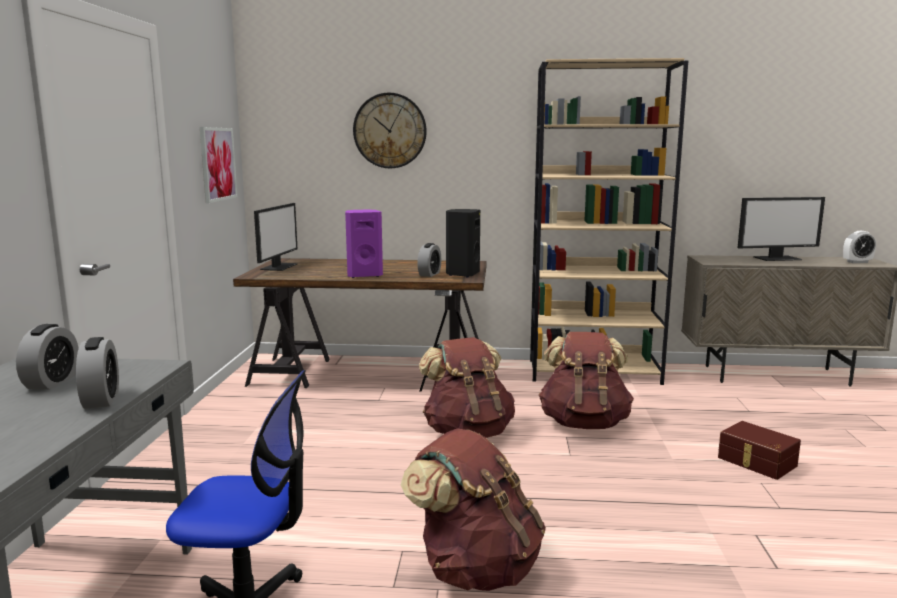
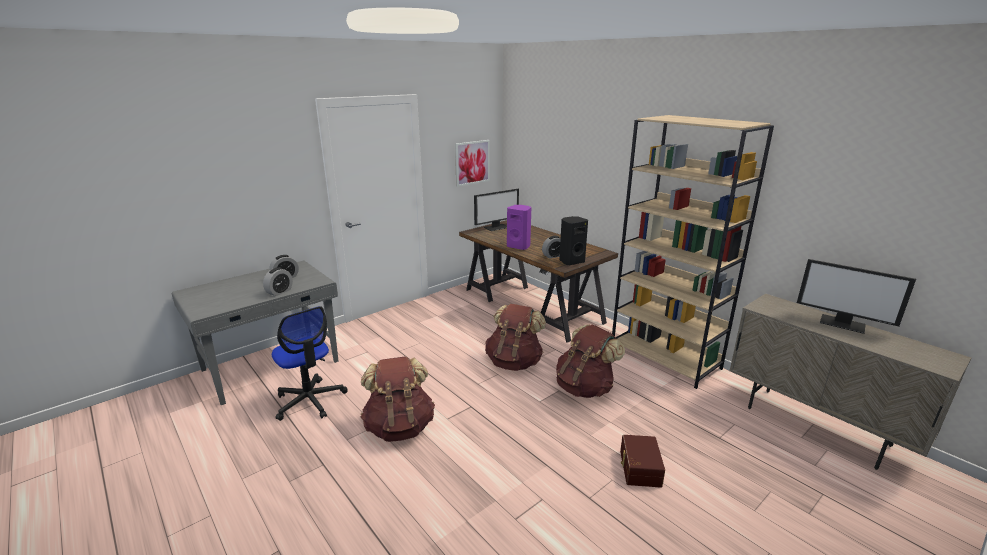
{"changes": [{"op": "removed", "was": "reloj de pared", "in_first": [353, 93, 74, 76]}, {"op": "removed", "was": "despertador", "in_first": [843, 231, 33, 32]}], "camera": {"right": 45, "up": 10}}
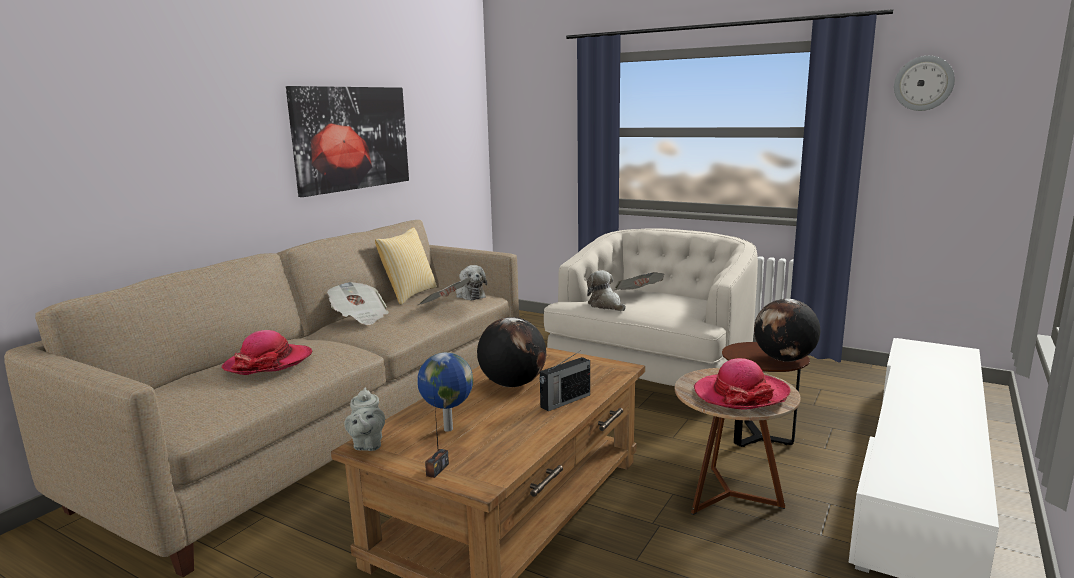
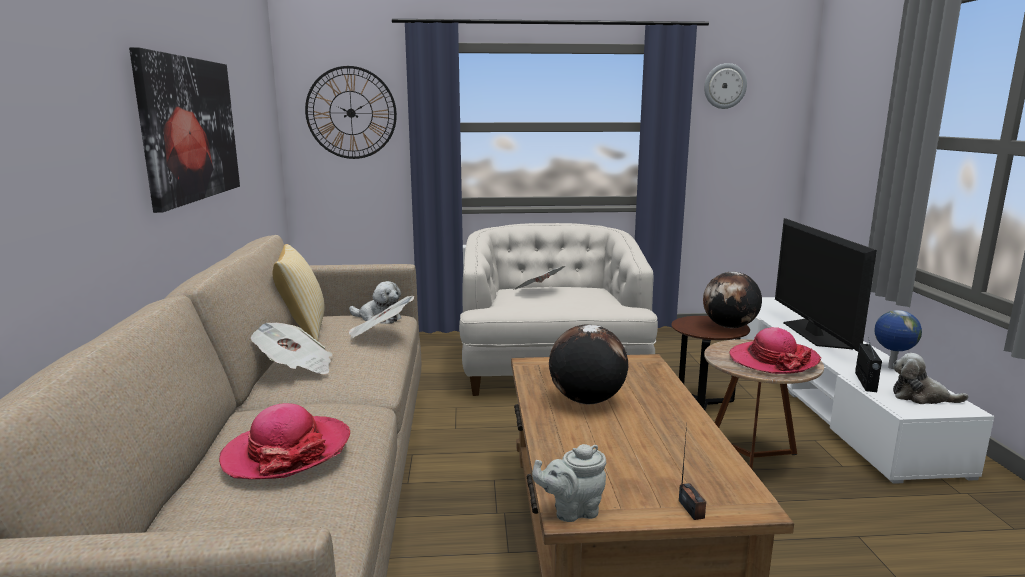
{"changes": [{"op": "moved", "was": "peluche", "in_first": [587, 270, 39, 41], "in_second": [893, 353, 76, 51]}, {"op": "moved", "was": "radio", "in_first": [539, 350, 51, 61], "in_second": [855, 338, 27, 54]}, {"op": "moved", "was": "globo terráqueo", "in_first": [417, 352, 56, 80], "in_second": [875, 310, 47, 59]}, {"op": "turned", "was": "tetera (gris)", "in_first": [344, 387, 41, 64], "in_second": [532, 444, 74, 78], "clockwise": 120}, {"op": "added", "now": "reloj de pared", "in_second": [305, 66, 92, 93]}, {"op": "added", "now": "televisor", "in_second": [775, 218, 102, 134]}], "camera": {"right": -35, "up": 0}}
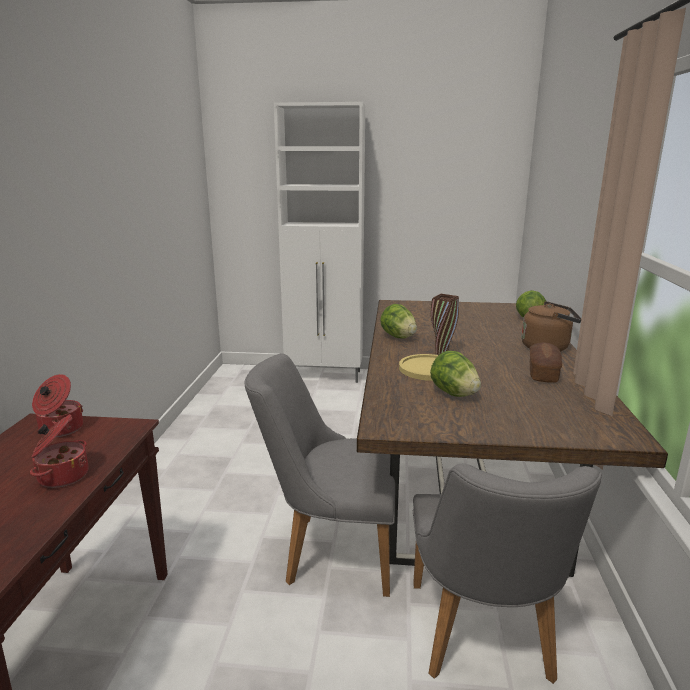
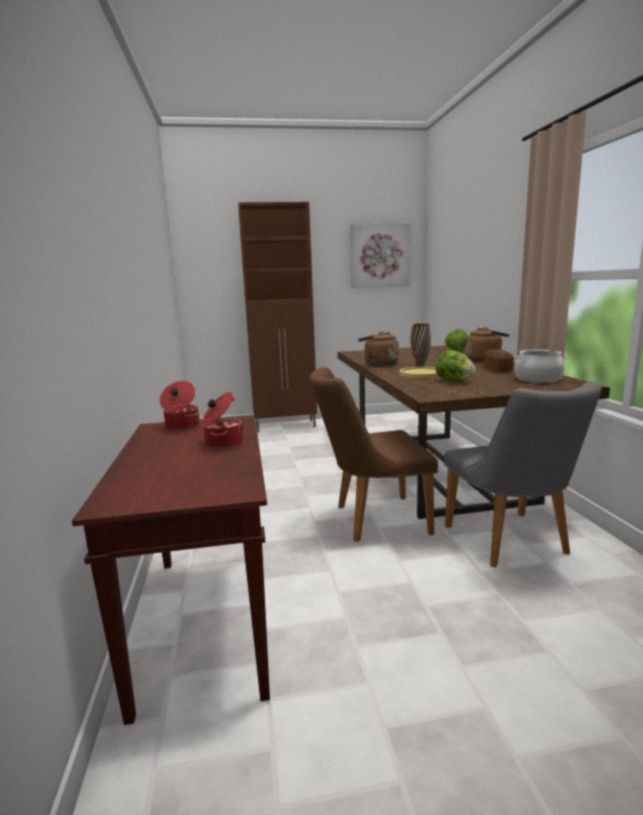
{"changes": [{"op": "recoloured", "was": "armario (blanco)", "now": "armario (marrón)", "in_first": [274, 102, 91, 281], "in_second": [238, 202, 79, 230]}, {"op": "replaced", "was": "lechuga", "now": "hervidor (marrón)", "in_first": [380, 304, 37, 34], "in_second": [358, 332, 41, 34]}, {"op": "recoloured", "was": "silla (gris)", "now": "silla (marrón)", "in_first": [244, 353, 151, 244], "in_second": [310, 367, 128, 175]}, {"op": "added", "now": "cuadro", "in_second": [350, 223, 60, 65]}, {"op": "added", "now": "olla", "in_second": [514, 349, 53, 34]}], "camera": {"right": -15, "up": -5}}
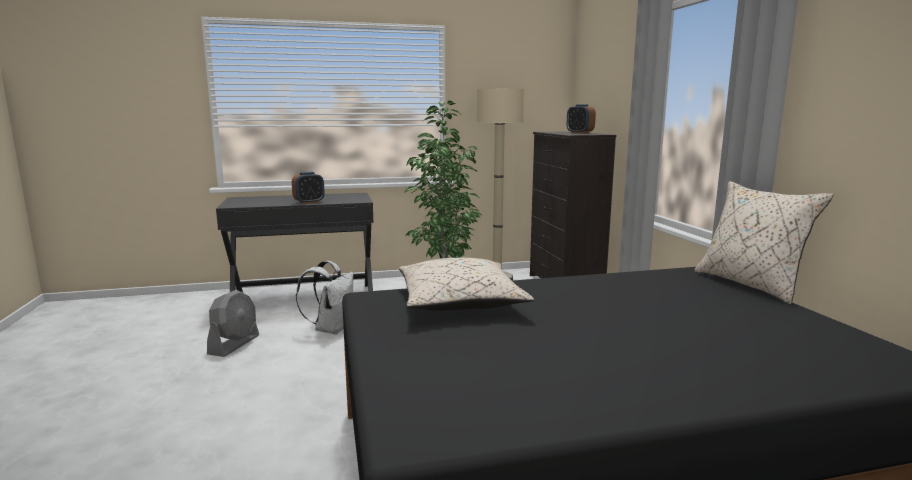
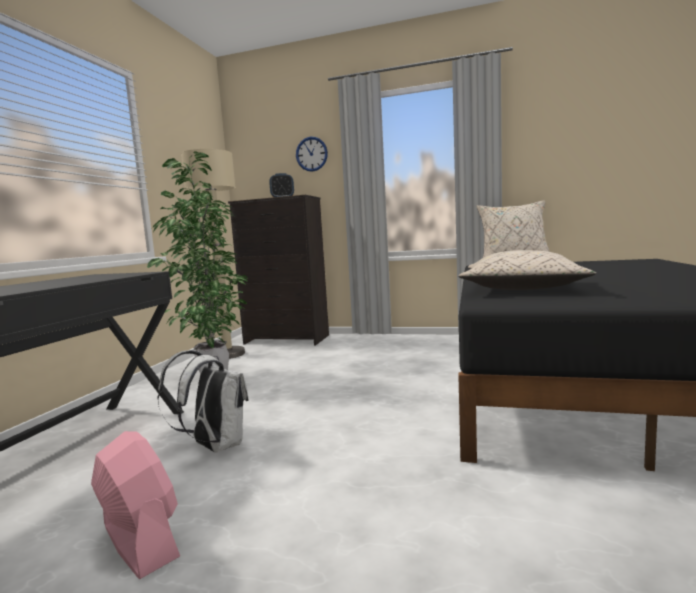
{"changes": [{"op": "removed", "was": "despertador", "in_first": [292, 172, 33, 32]}, {"op": "recoloured", "was": "ventilador (gris)", "now": "ventilador (rosa)", "in_first": [207, 290, 52, 67], "in_second": [91, 431, 89, 148]}, {"op": "added", "now": "reloj de pared", "in_second": [296, 137, 32, 35]}], "camera": {"right": -60, "up": -5}}
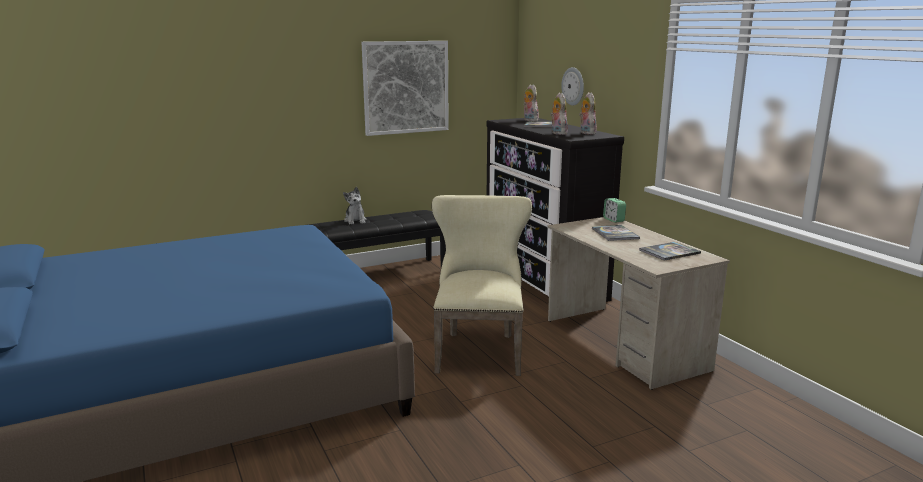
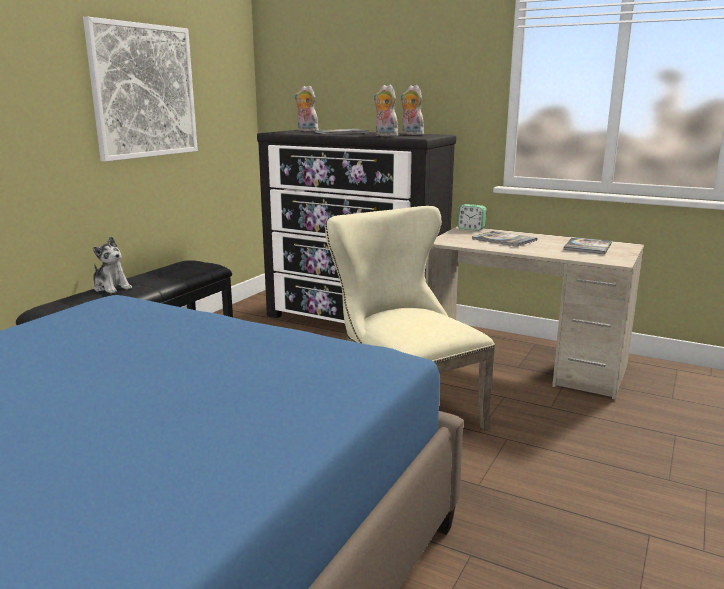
{"changes": [{"op": "removed", "was": "reloj de pared", "in_first": [561, 67, 23, 39]}], "camera": {"right": -35, "up": 0}}
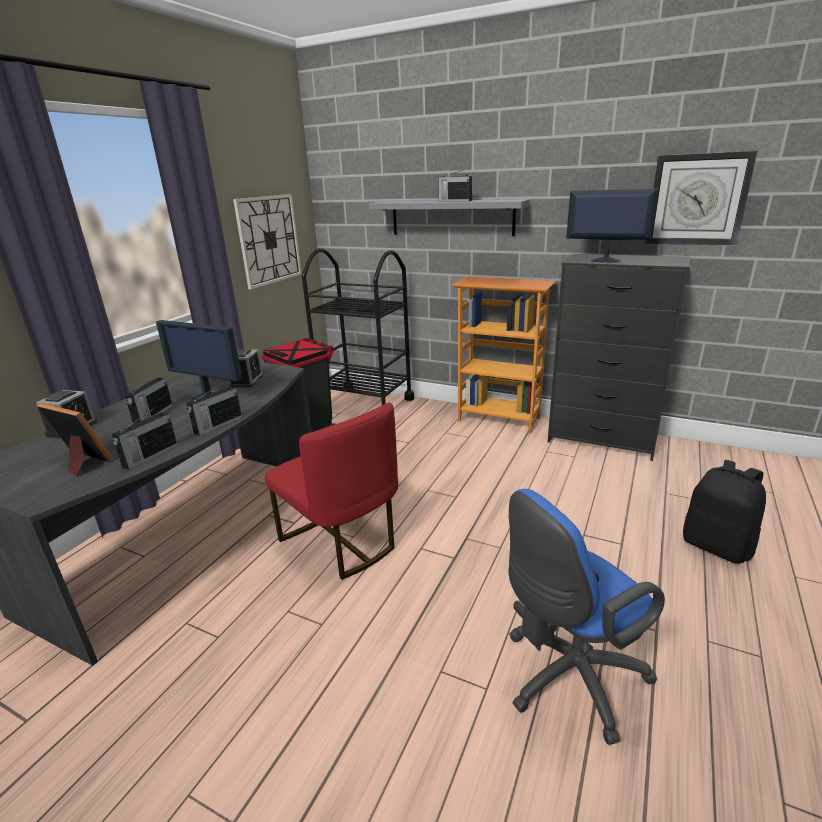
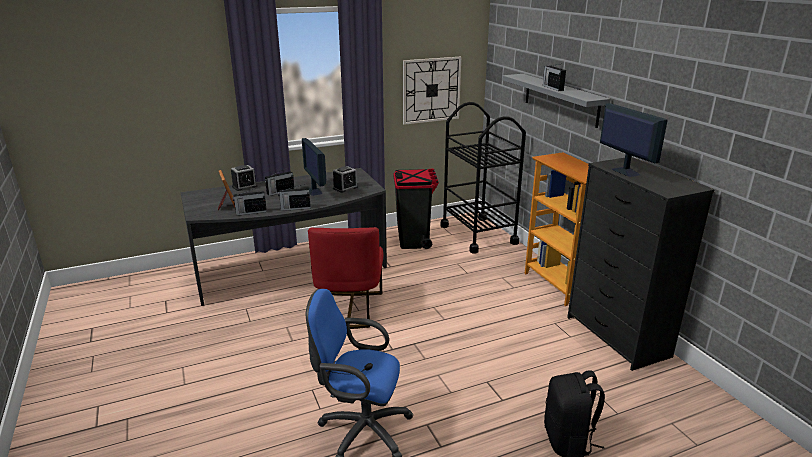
{"changes": [{"op": "removed", "was": "reloj de pared", "in_first": [645, 151, 112, 94]}], "camera": {"right": 40, "up": 0}}
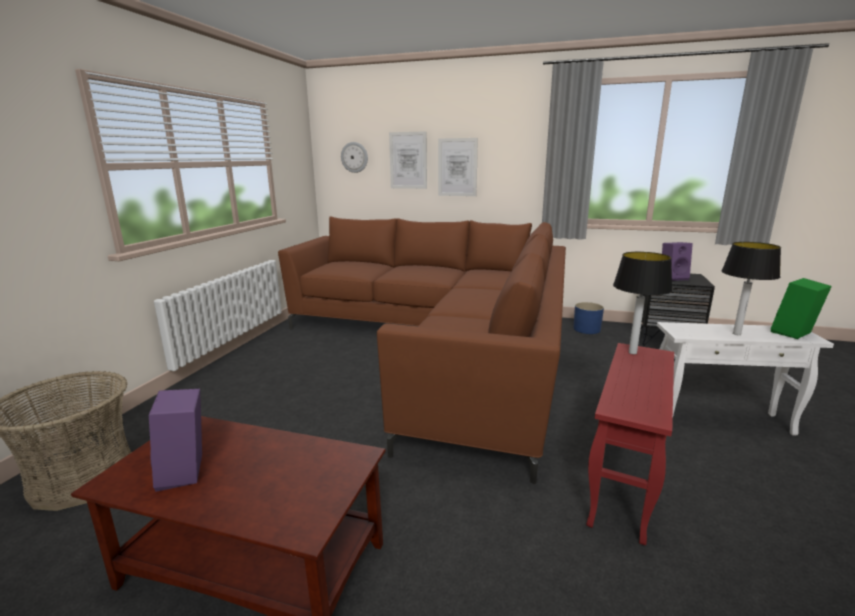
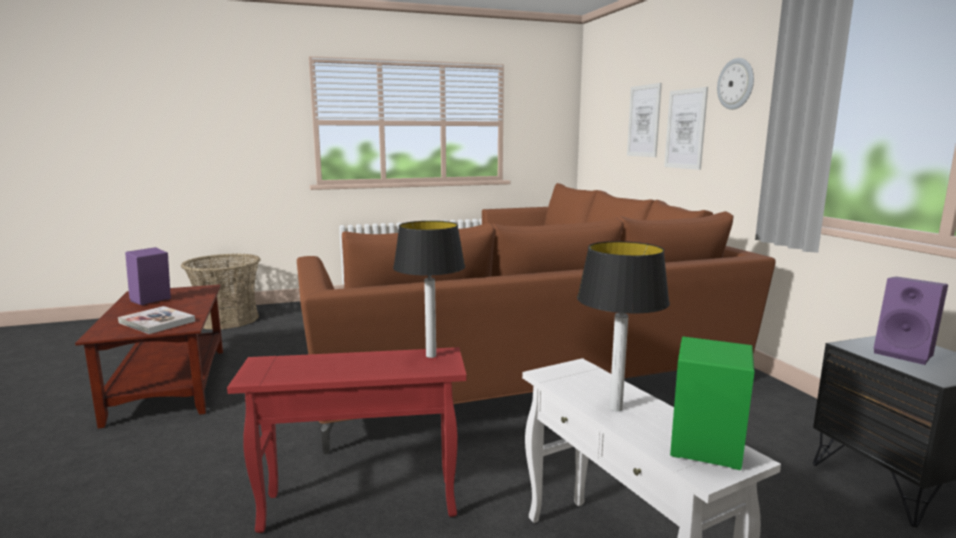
{"changes": [{"op": "moved", "was": "reloj de pared", "in_first": [341, 142, 27, 31], "in_second": [717, 58, 37, 52]}, {"op": "removed", "was": "maceta (azul)", "in_first": [573, 302, 31, 32]}, {"op": "added", "now": "libro", "in_second": [118, 306, 77, 28]}], "camera": {"right": 55, "up": -5}}
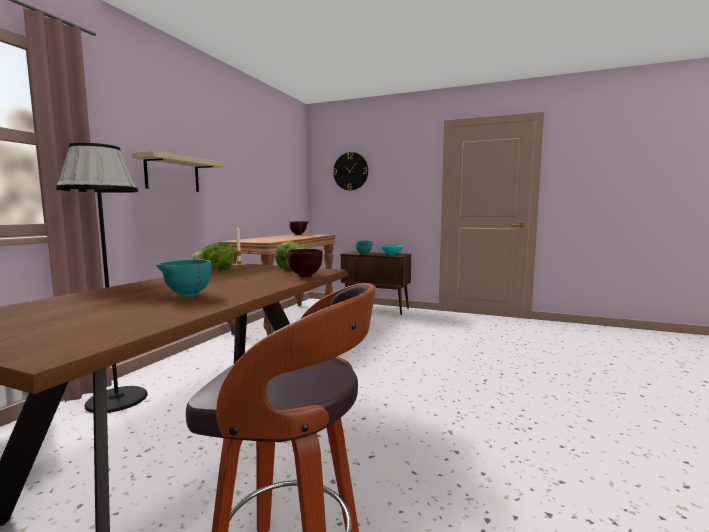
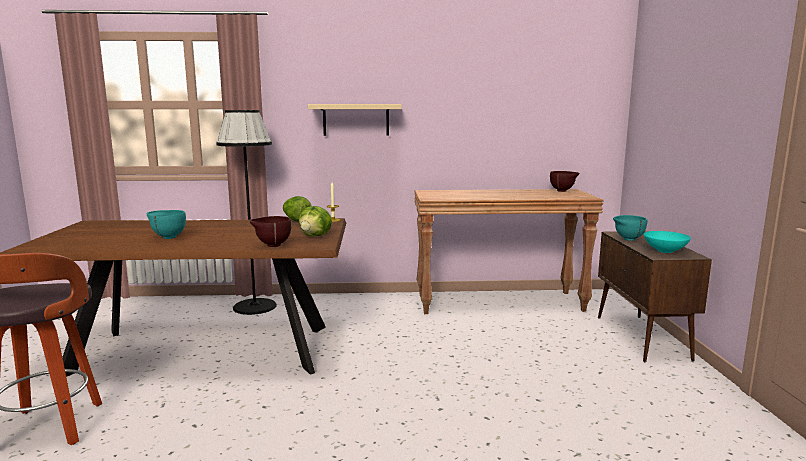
{"changes": [{"op": "removed", "was": "reloj de pared", "in_first": [333, 152, 35, 39]}], "camera": {"right": 65, "up": 5}}
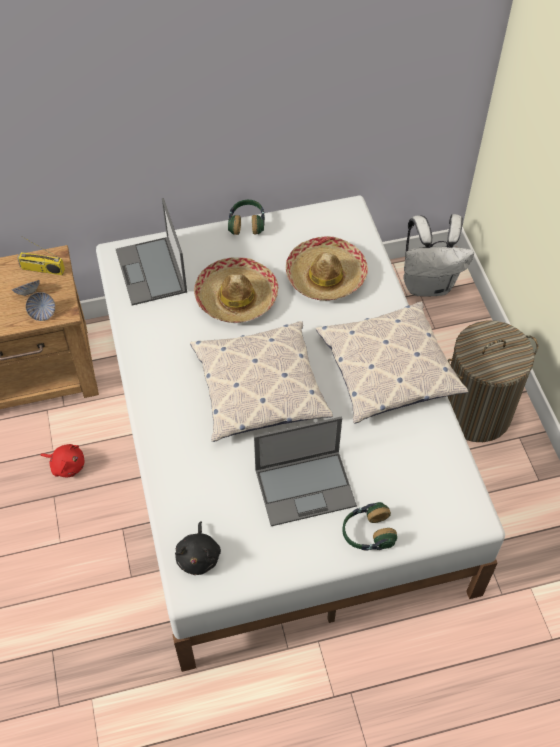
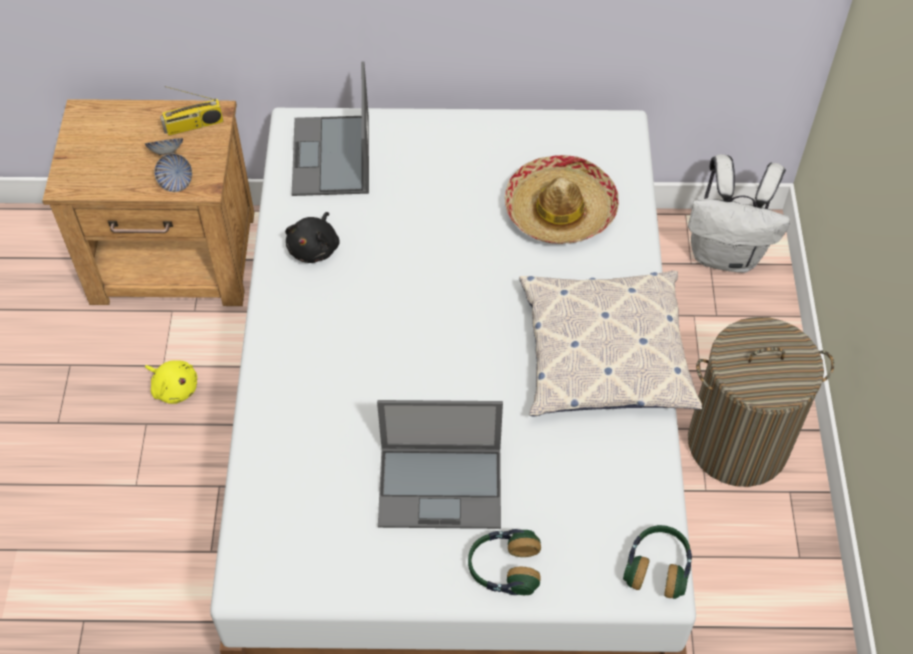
{"changes": [{"op": "moved", "was": "auriculares", "in_first": [228, 200, 37, 35], "in_second": [623, 525, 69, 74]}, {"op": "turned", "was": "radio", "in_first": [17, 236, 48, 39], "in_second": [160, 86, 64, 50], "clockwise": -45}, {"op": "removed", "was": "sombrero", "in_first": [194, 258, 84, 65]}, {"op": "removed", "was": "cojín", "in_first": [190, 321, 143, 121]}, {"op": "recoloured", "was": "peluche (rojo)", "now": "peluche (amarillo)", "in_first": [41, 444, 43, 33], "in_second": [145, 360, 52, 44]}, {"op": "moved", "was": "peluche (negro)", "in_first": [175, 521, 46, 54], "in_second": [285, 212, 55, 51]}], "camera": {"right": 15, "up": 0}}
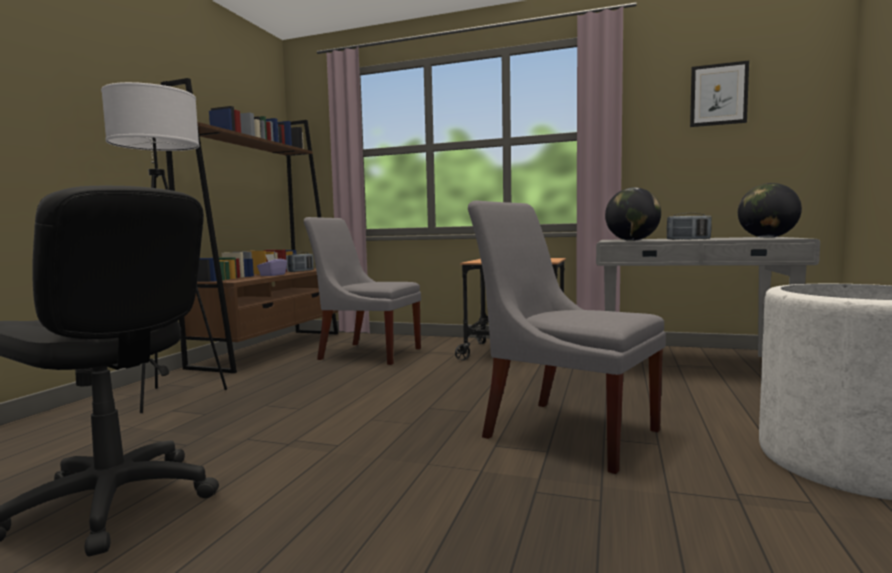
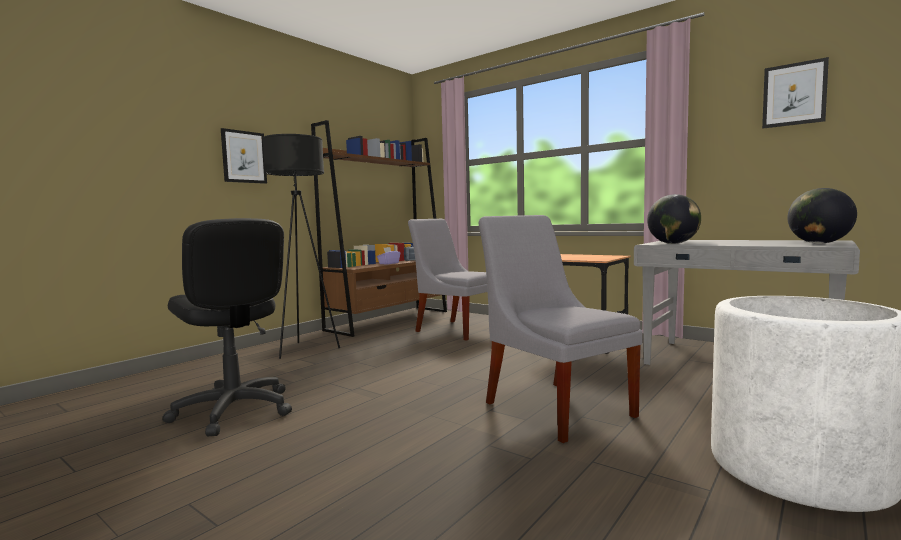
{"changes": [{"op": "recoloured", "was": "lámpara de pie (blanco)", "now": "lámpara de pie (negro)", "in_first": [101, 82, 126, 331], "in_second": [262, 134, 78, 225]}, {"op": "removed", "was": "radio", "in_first": [667, 213, 45, 27]}, {"op": "added", "now": "cuadro", "in_second": [221, 128, 46, 56]}], "camera": {"right": 20, "up": 0}}
